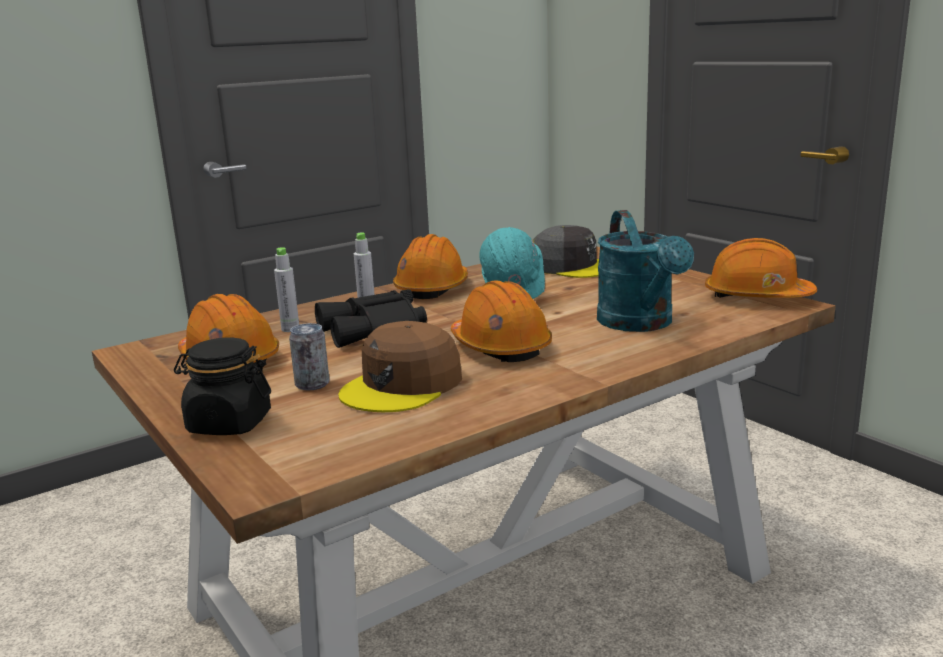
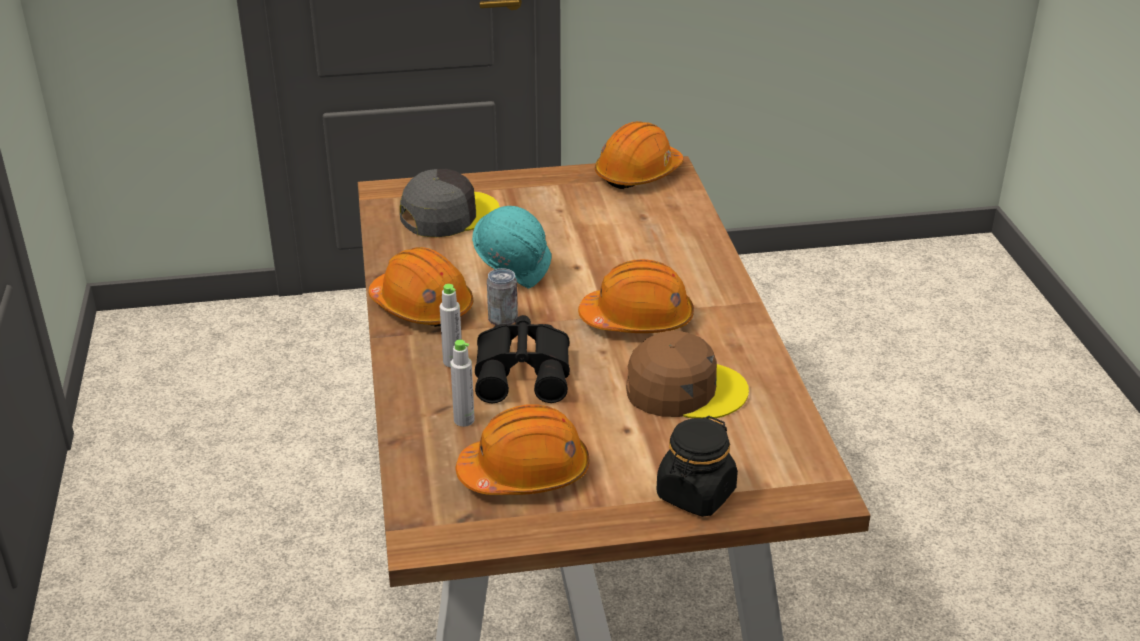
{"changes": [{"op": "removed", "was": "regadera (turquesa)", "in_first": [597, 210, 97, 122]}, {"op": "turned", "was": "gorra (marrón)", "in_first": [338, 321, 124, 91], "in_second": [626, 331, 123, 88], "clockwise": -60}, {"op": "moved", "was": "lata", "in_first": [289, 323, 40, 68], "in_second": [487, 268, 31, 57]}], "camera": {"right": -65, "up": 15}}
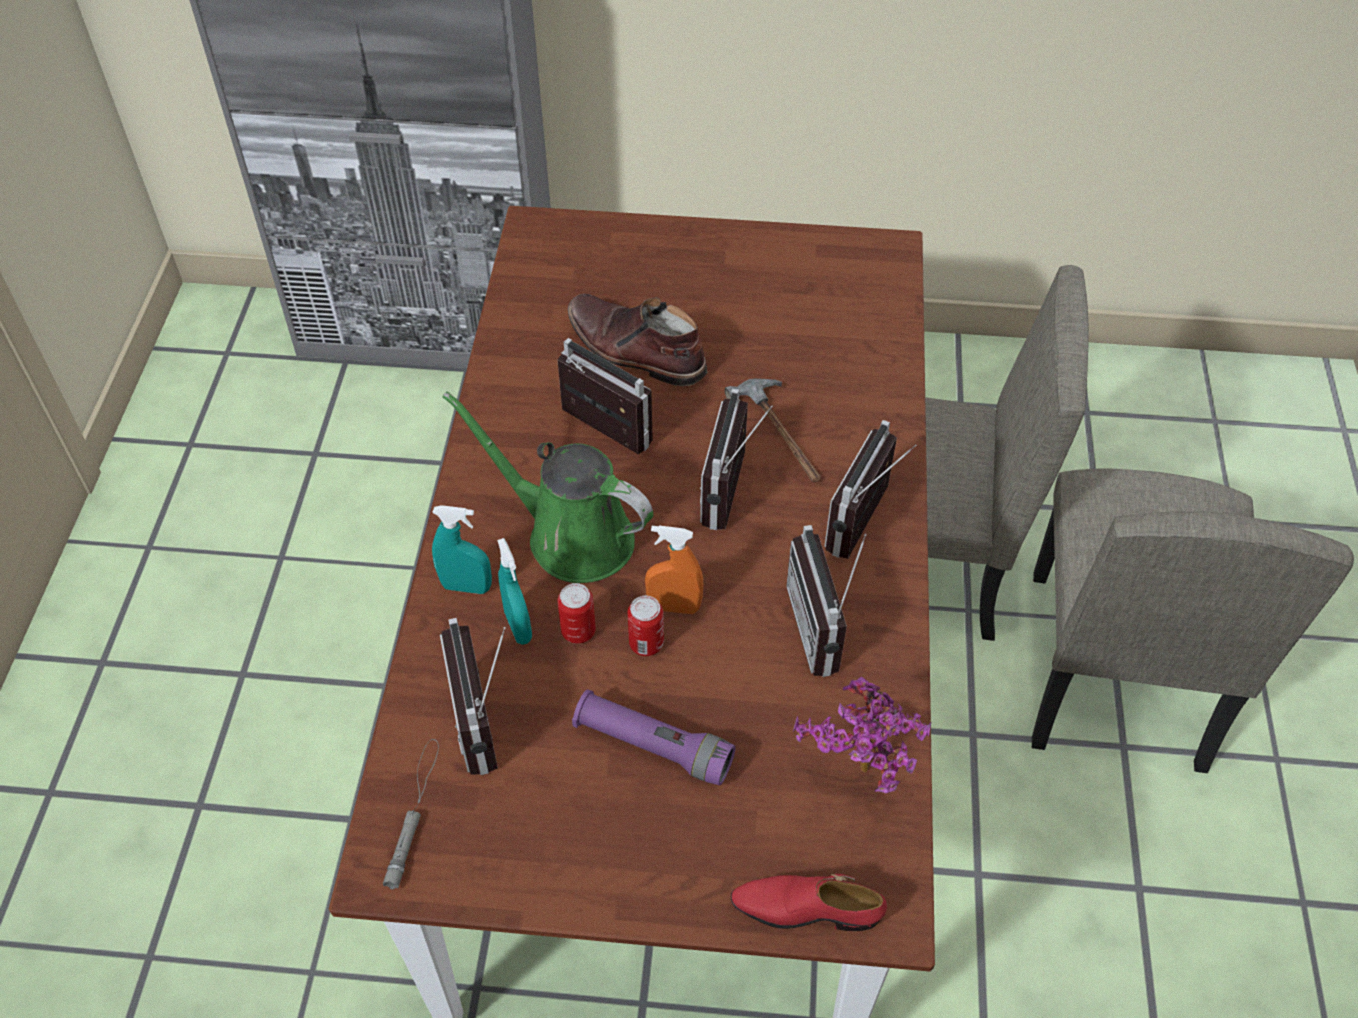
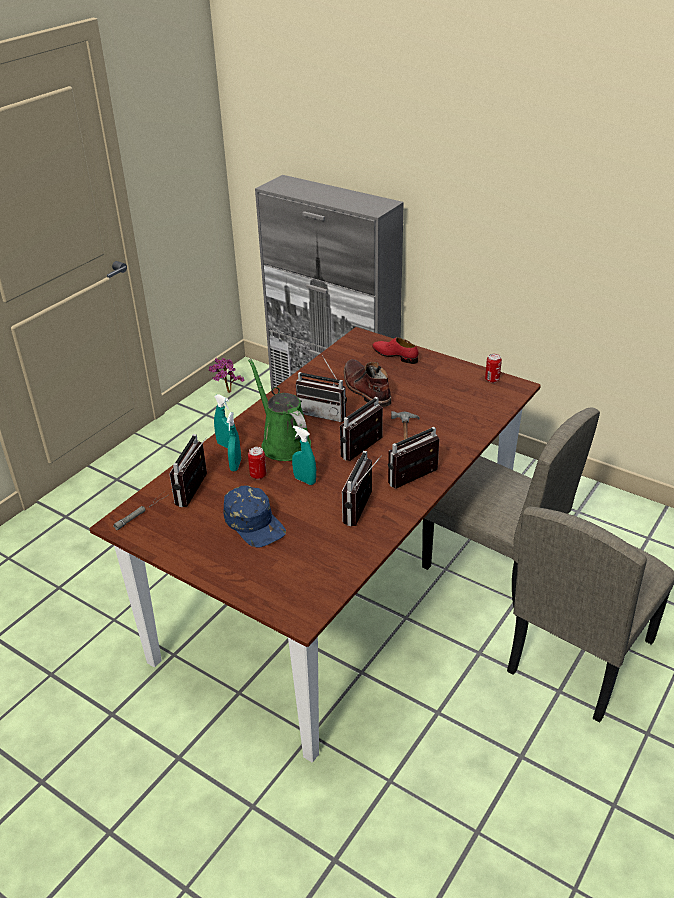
{"changes": [{"op": "turned", "was": "radio", "in_first": [557, 338, 96, 116], "in_second": [296, 355, 51, 67], "clockwise": 135}, {"op": "recoloured", "was": "pulverizador (naranja)", "now": "pulverizador (turquesa)", "in_first": [645, 526, 58, 88], "in_second": [292, 426, 24, 59]}, {"op": "moved", "was": "lata", "in_first": [628, 596, 36, 60], "in_second": [485, 354, 17, 29]}, {"op": "moved", "was": "planta en maceta", "in_first": [792, 676, 139, 117], "in_second": [208, 358, 36, 35]}, {"op": "replaced", "was": "linterna (morado)", "now": "gorra (azul)", "in_first": [572, 689, 164, 96], "in_second": [224, 486, 62, 61]}, {"op": "moved", "was": "zapato (rojo)", "in_first": [731, 874, 156, 57], "in_second": [372, 337, 47, 27]}], "camera": {"right": 30, "up": -15}}
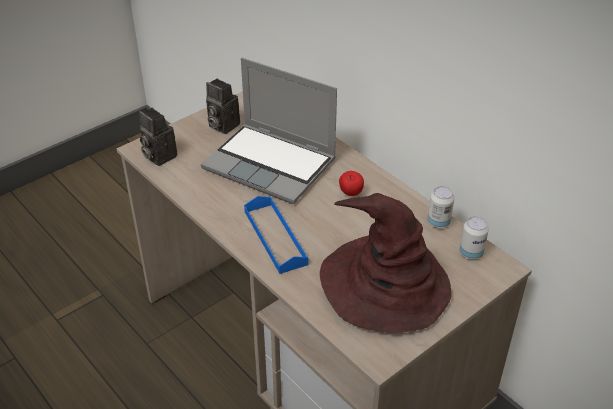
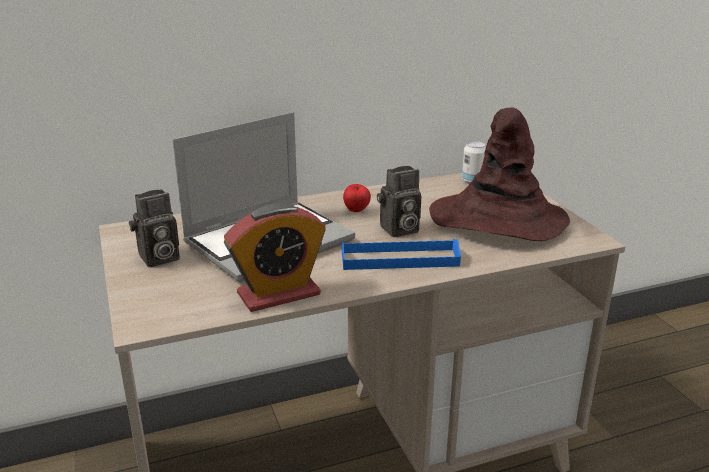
{"changes": [{"op": "moved", "was": "cámara", "in_first": [139, 108, 38, 58], "in_second": [377, 166, 44, 71]}, {"op": "removed", "was": "lata", "in_first": [427, 186, 28, 42]}, {"op": "added", "now": "despertador", "in_second": [224, 203, 102, 109]}], "camera": {"right": -70, "up": -15}}
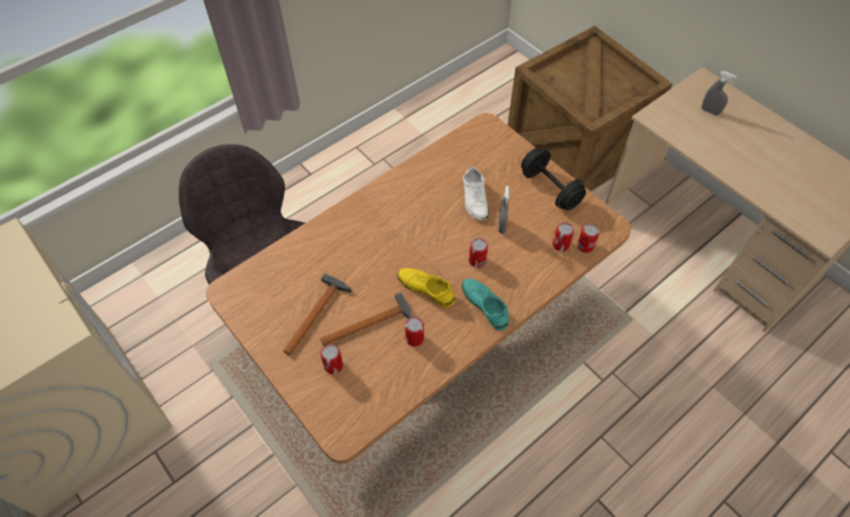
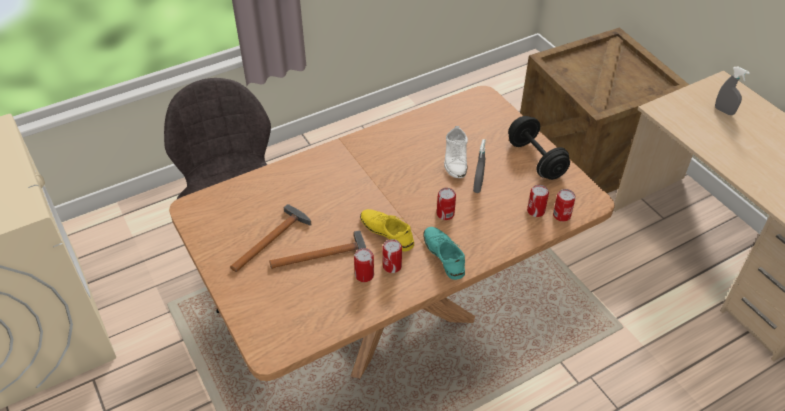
{"changes": [{"op": "moved", "was": "lata", "in_first": [320, 344, 23, 30], "in_second": [383, 239, 19, 34]}], "camera": {"right": 10, "up": -10}}
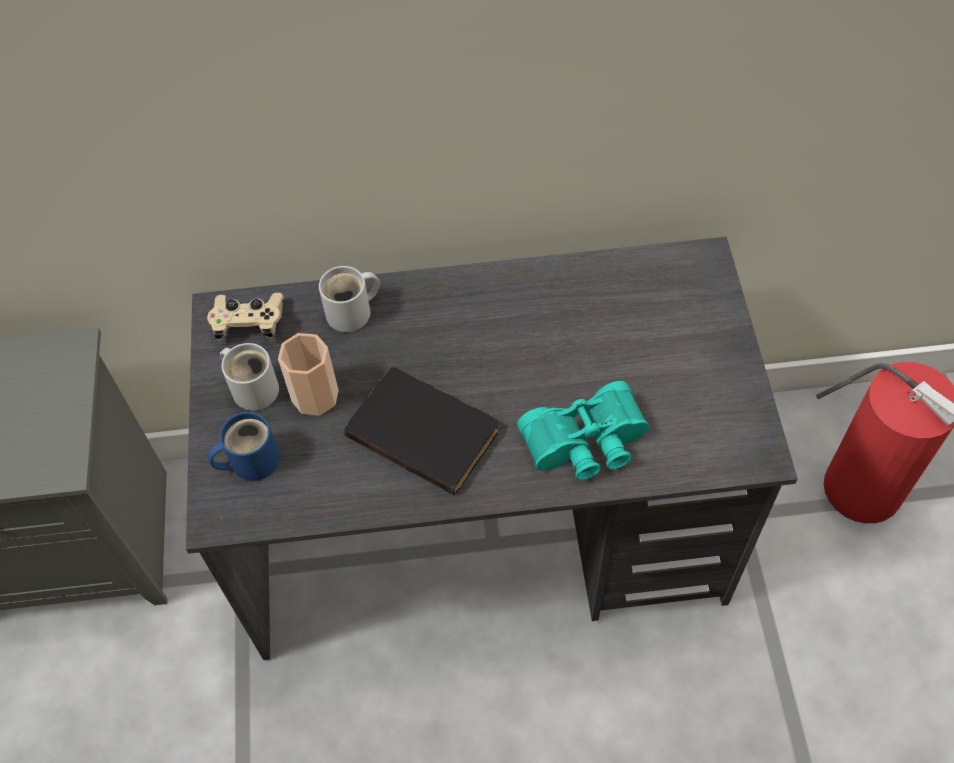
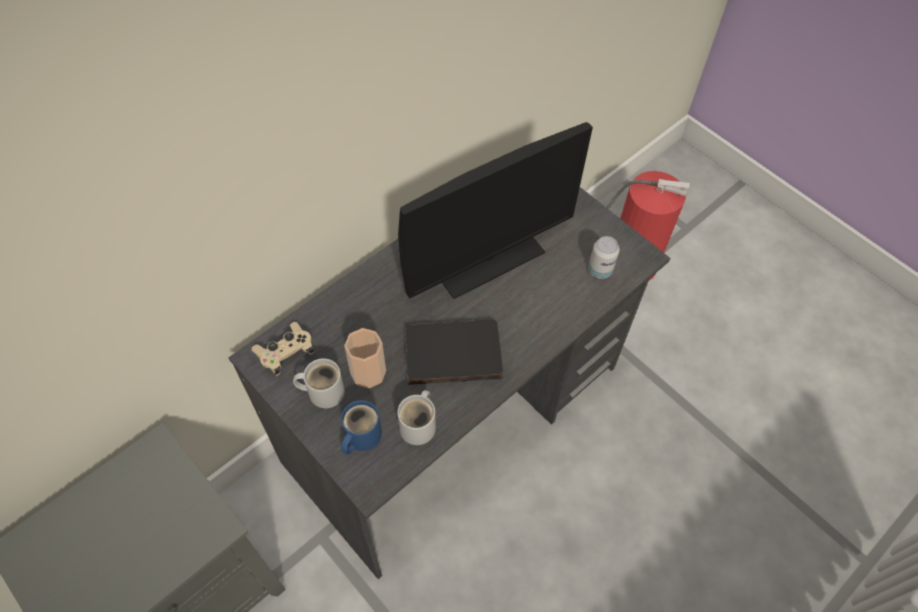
{"changes": [{"op": "moved", "was": "taza grande (blanco)", "in_first": [319, 266, 61, 66], "in_second": [397, 390, 39, 55]}, {"op": "removed", "was": "prismáticos (turquesa)", "in_first": [517, 381, 132, 99]}, {"op": "added", "now": "monitor", "in_second": [398, 122, 195, 177]}, {"op": "added", "now": "lata", "in_second": [588, 236, 32, 43]}], "camera": {"right": -40, "up": 0}}
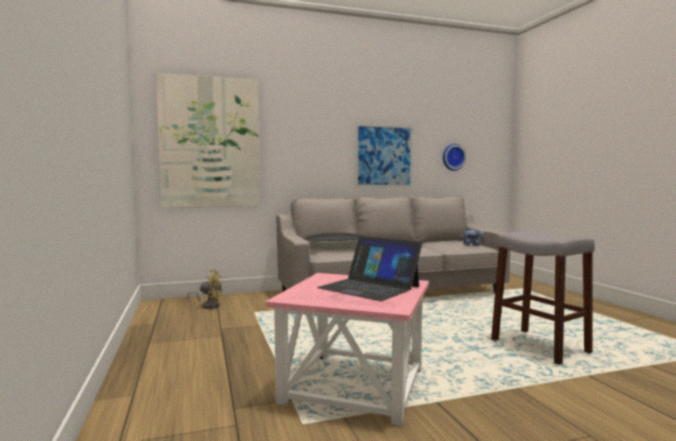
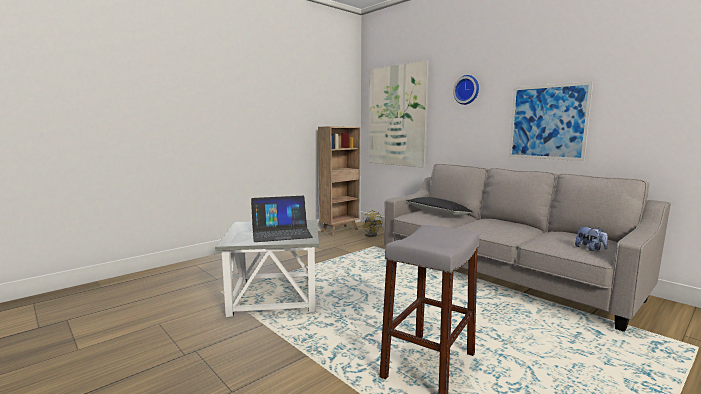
{"changes": [{"op": "moved", "was": "reloj de pared", "in_first": [443, 144, 23, 27], "in_second": [453, 75, 26, 30]}, {"op": "turned", "was": "portátil", "in_first": [317, 236, 105, 65], "in_second": [251, 196, 62, 46], "clockwise": -120}, {"op": "recoloured", "was": "mesa auxiliar (rosa)", "now": "mesa auxiliar (gris)", "in_first": [265, 273, 164, 153], "in_second": [215, 220, 104, 97]}, {"op": "added", "now": "estantería (marrón)", "in_second": [318, 127, 42, 109]}], "camera": {"right": 65, "up": 5}}
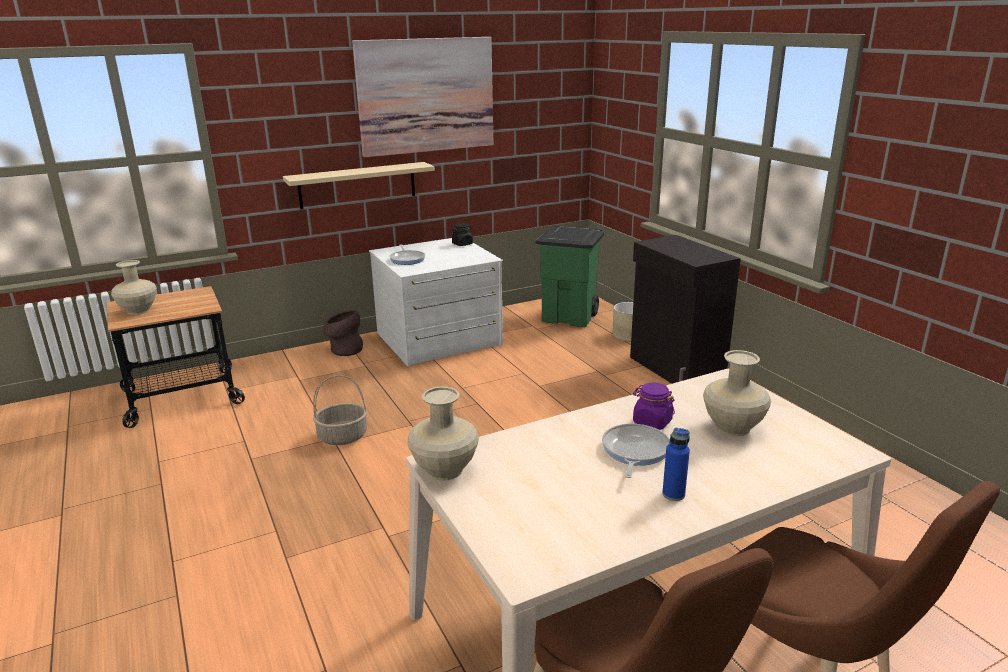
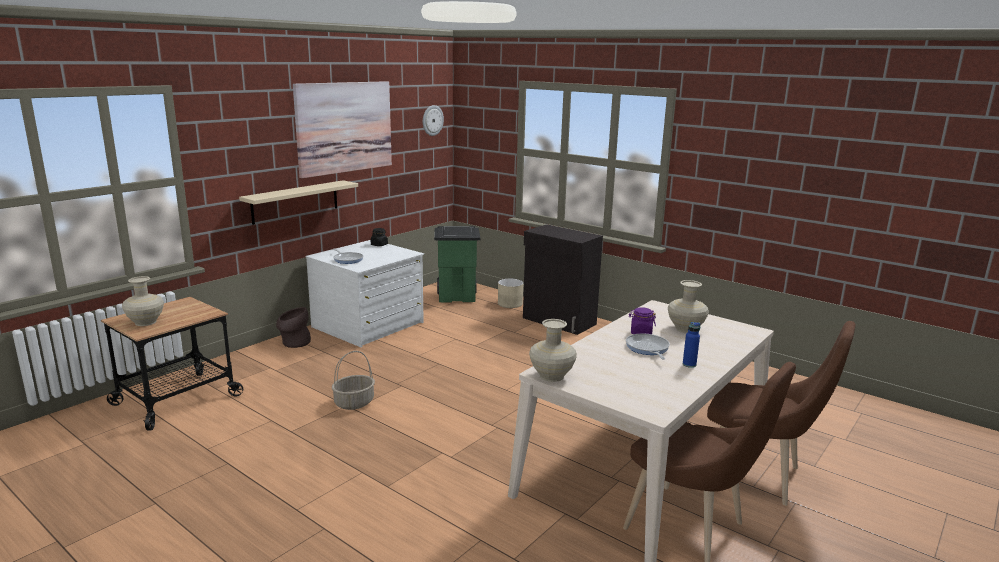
{"changes": [{"op": "added", "now": "reloj de pared", "in_second": [423, 105, 21, 31]}], "camera": {"right": -25, "up": -5}}
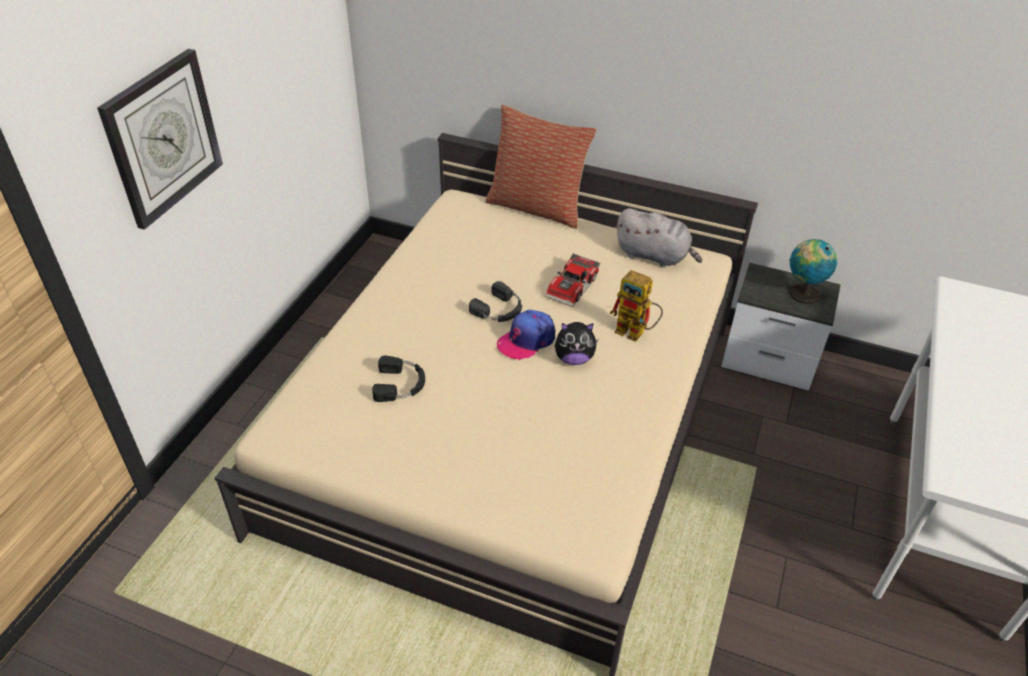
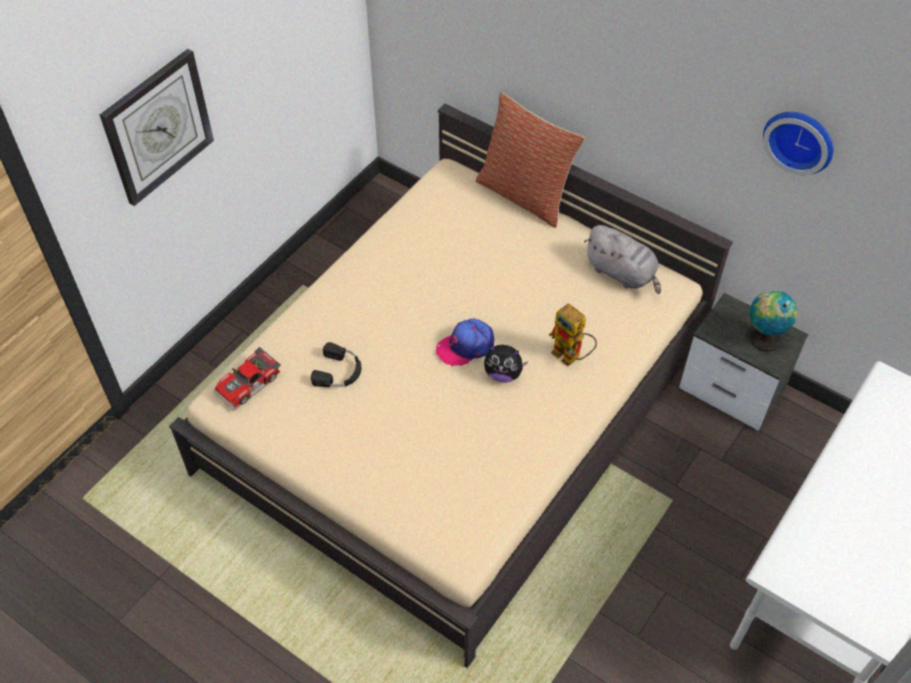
{"changes": [{"op": "moved", "was": "coche de juguete", "in_first": [545, 253, 55, 54], "in_second": [213, 347, 68, 64]}, {"op": "removed", "was": "auriculares (negro)", "in_first": [469, 281, 53, 41]}, {"op": "added", "now": "reloj de pared", "in_second": [763, 112, 70, 63]}], "camera": {"right": 15, "up": 10}}
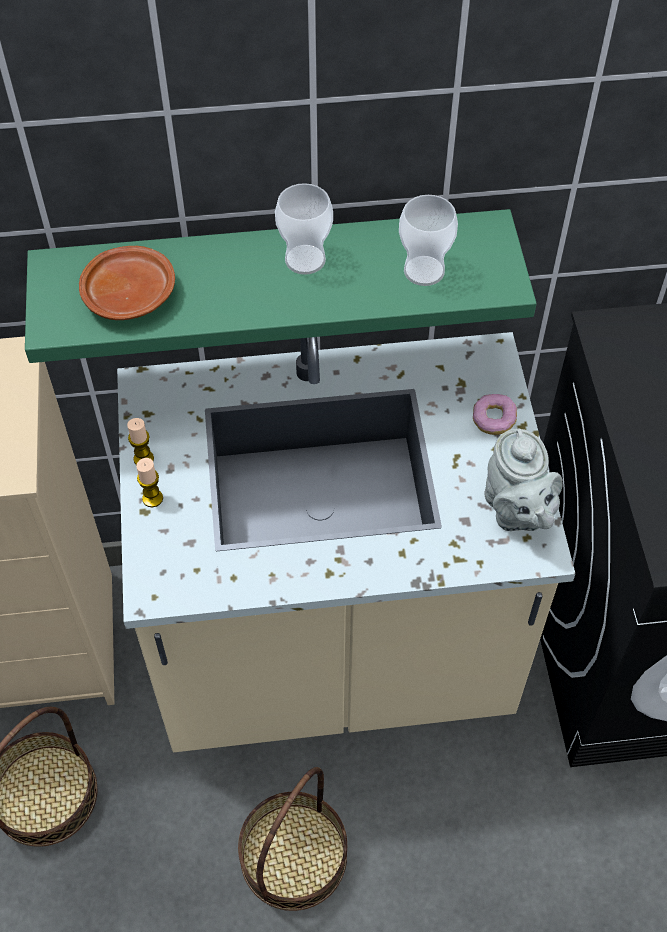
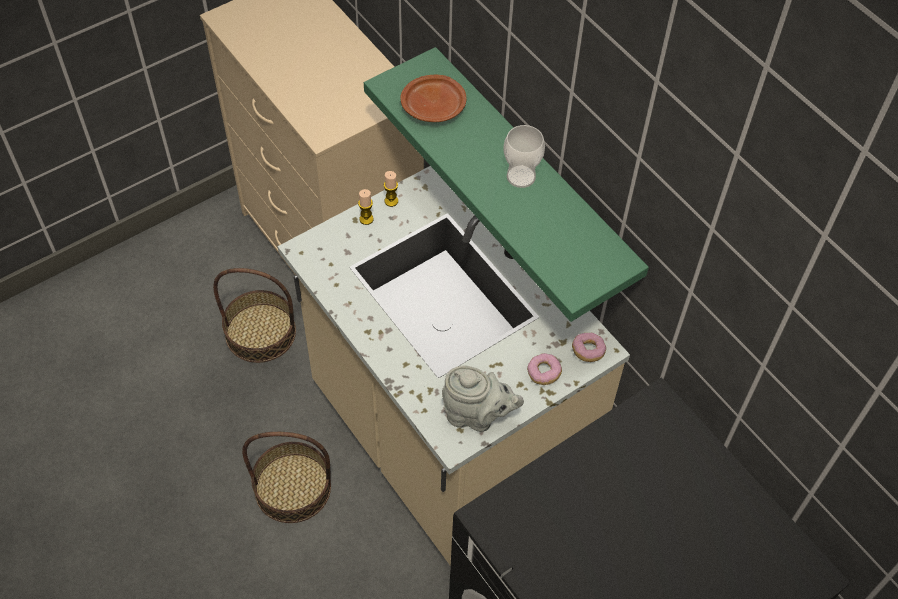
{"changes": [{"op": "removed", "was": "taza", "in_first": [399, 195, 59, 91]}, {"op": "turned", "was": "tetera (gris)", "in_first": [484, 428, 79, 103], "in_second": [442, 366, 82, 66], "clockwise": -120}, {"op": "added", "now": "rosquilla", "in_second": [572, 333, 34, 29]}], "camera": {"right": 60, "up": 0}}
